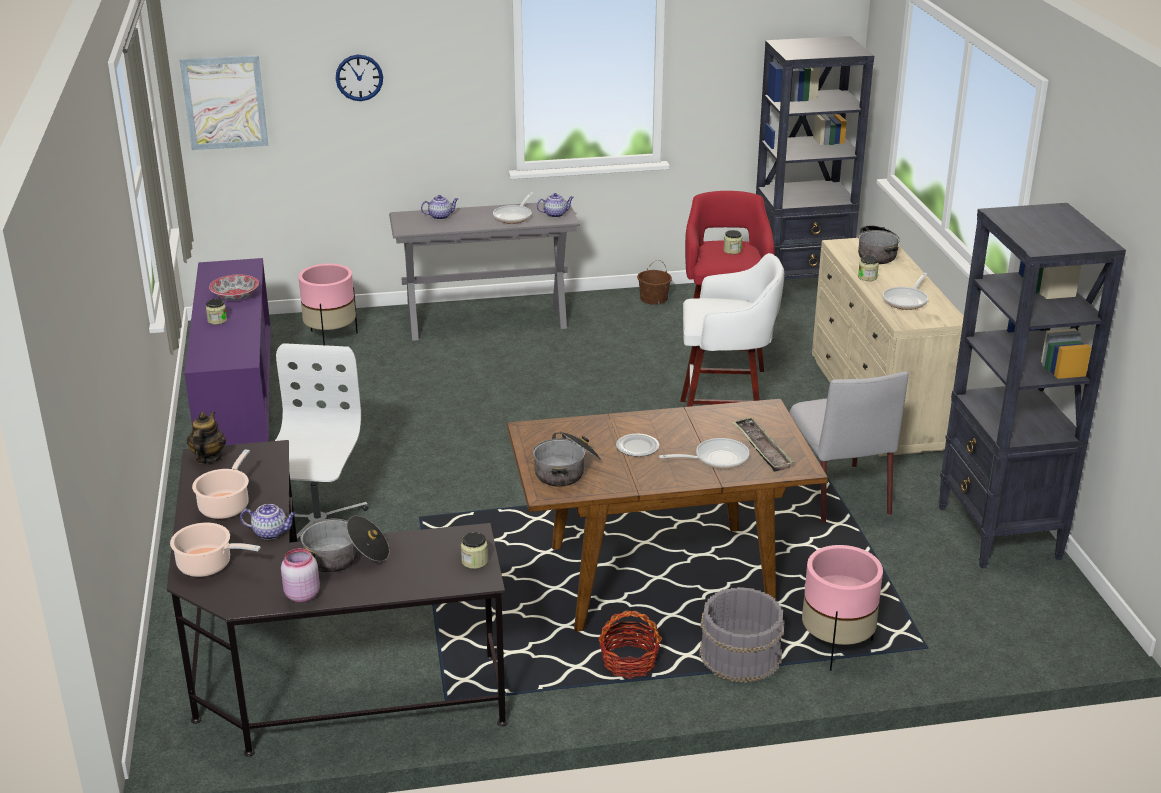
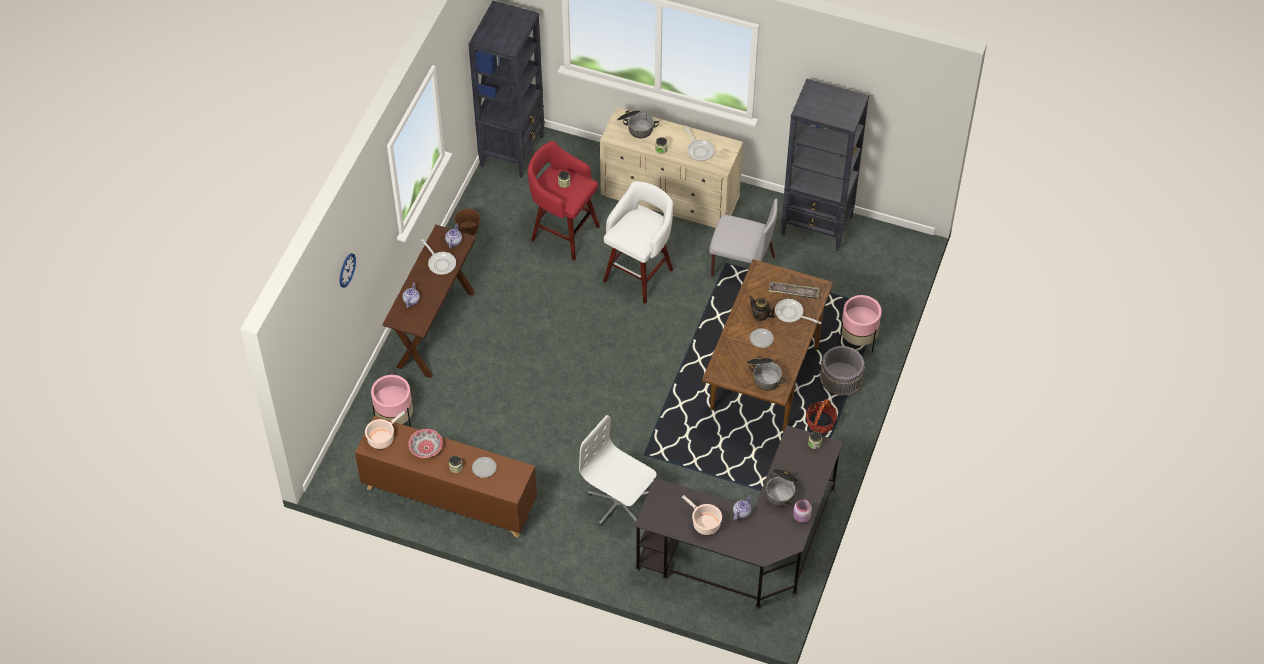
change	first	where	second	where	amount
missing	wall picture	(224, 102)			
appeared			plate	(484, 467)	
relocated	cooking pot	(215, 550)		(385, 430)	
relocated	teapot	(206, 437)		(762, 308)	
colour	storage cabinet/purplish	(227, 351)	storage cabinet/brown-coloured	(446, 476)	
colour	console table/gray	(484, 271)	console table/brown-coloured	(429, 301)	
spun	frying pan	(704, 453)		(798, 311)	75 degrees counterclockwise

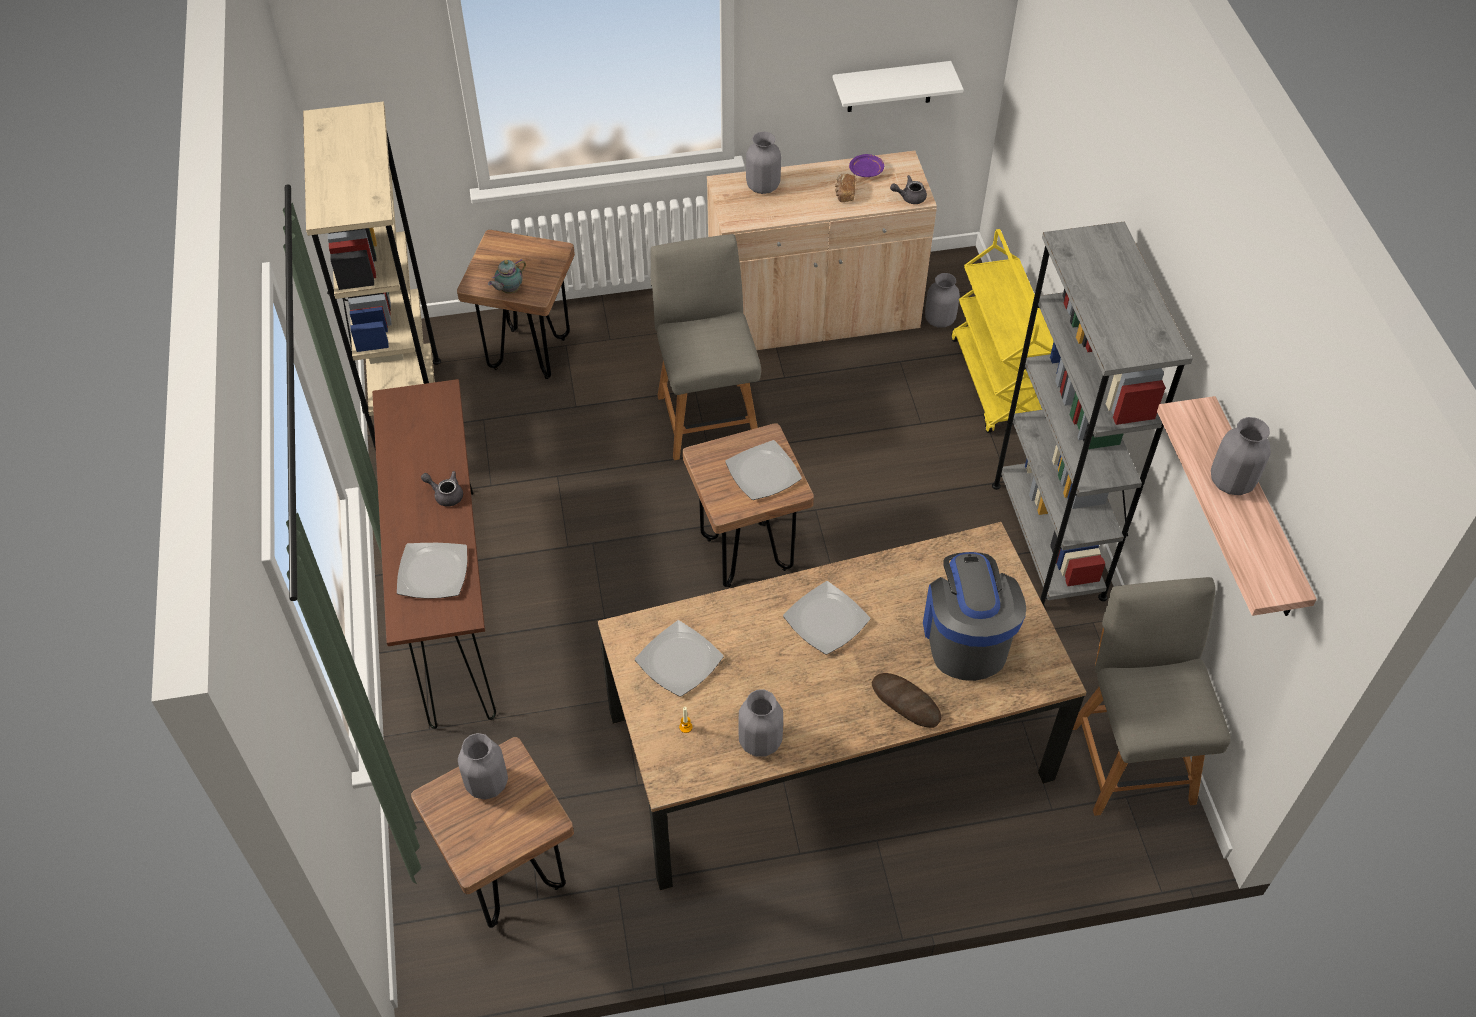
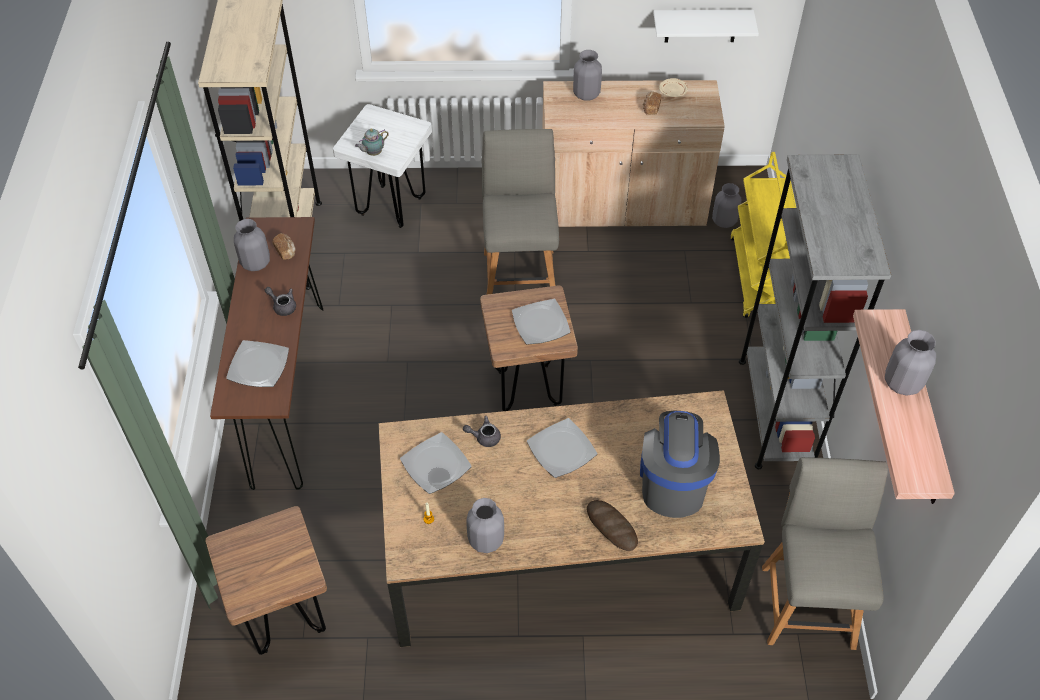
change	first	where	second	where	amount
appeared			baked bread	(284, 246)	
relocated	vase/gray	(483, 766)		(252, 245)	
relocated	teapot/gray	(908, 189)		(482, 431)	
colour	stool seat/brown-coloured	(516, 304)	stool seat/white	(382, 166)	
colour	plate/purplish	(866, 165)	plate/sand-coloured	(673, 87)	

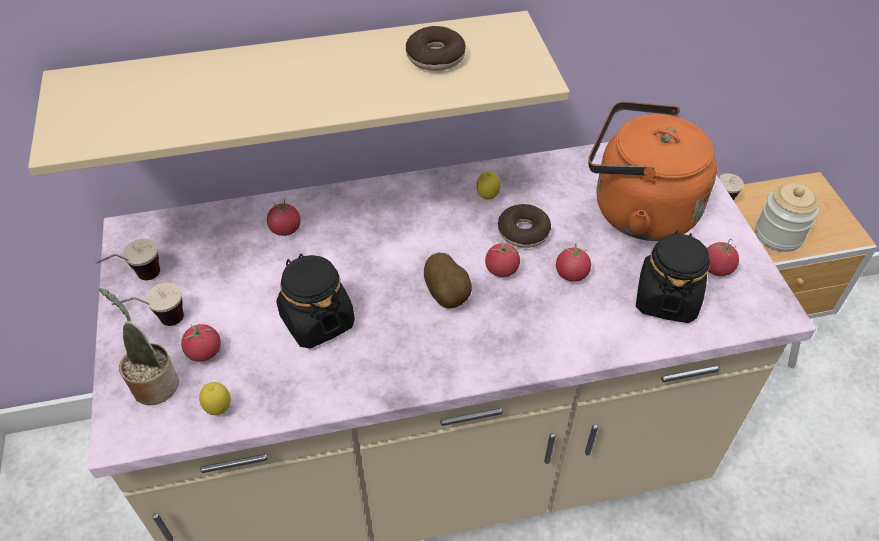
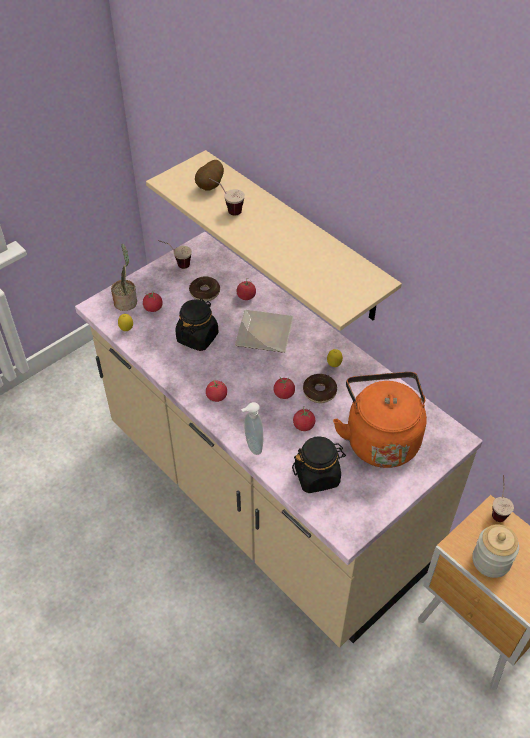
change	first	where	second	where	amount
appeared			plate	(264, 331)	
appeared			soap bottle	(252, 428)	
relocated	small cup	(148, 304)		(227, 196)	
relocated	doughnut	(436, 48)		(204, 289)	
relocated	potato	(448, 281)		(209, 175)	
relocated	whole tomato	(723, 257)		(216, 391)	

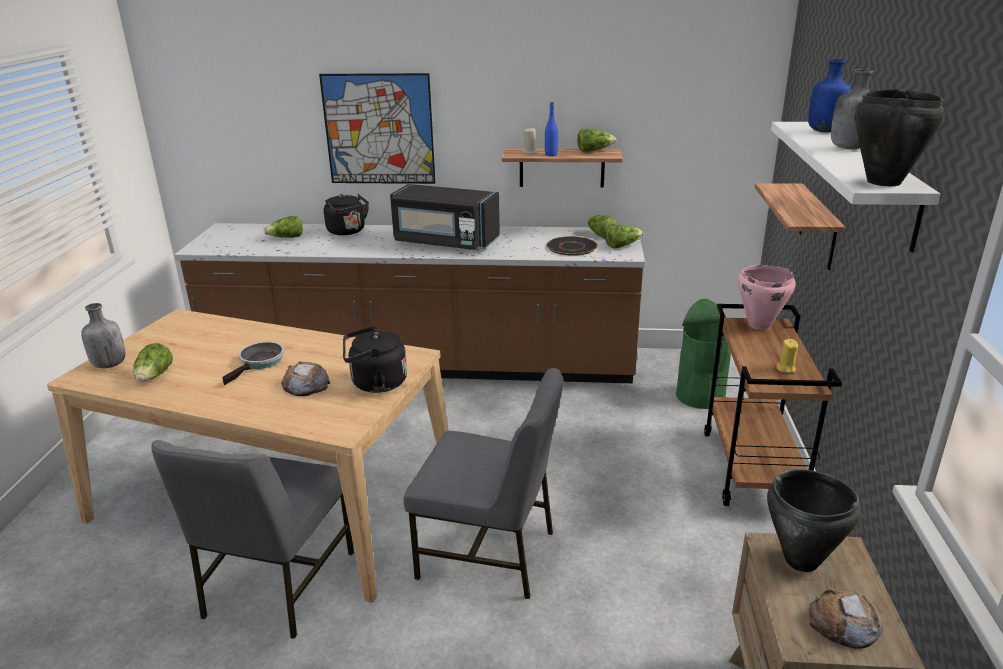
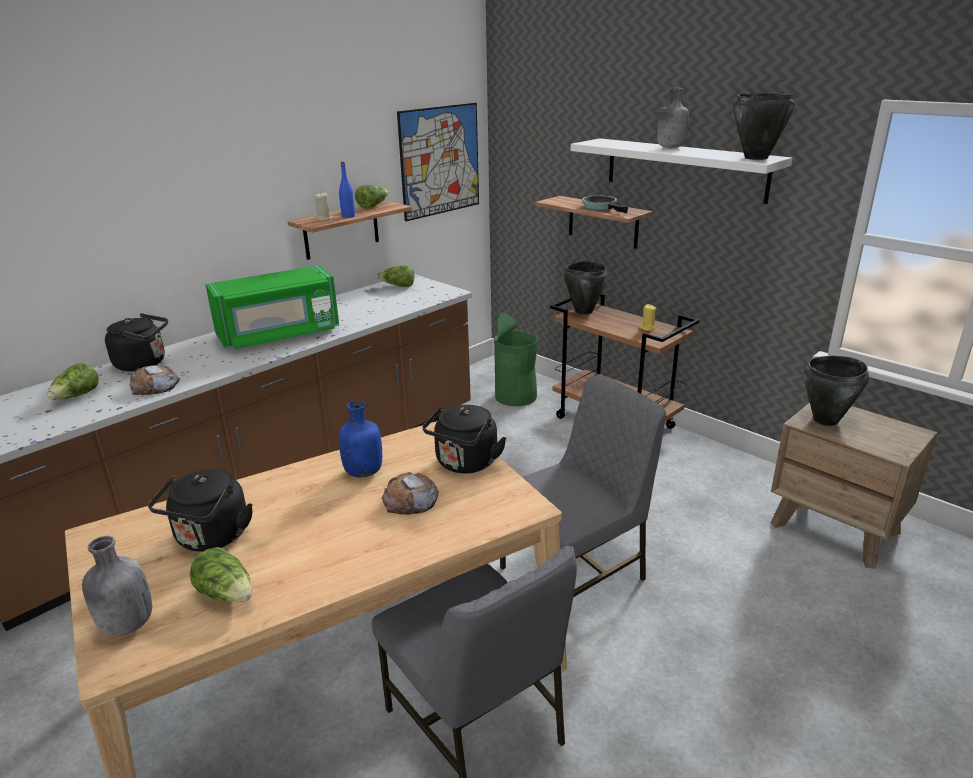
change	first	where	second	where	amount
missing	plate/blackish	(572, 246)			
missing	head of lettuce	(624, 236)			
appeared			kettle/blackish	(200, 510)	
relocated	frying pan	(253, 363)		(605, 204)	
relocated	wall picture	(377, 128)		(438, 162)	
relocated	drink bottle/blue	(829, 96)		(360, 439)	
relocated	baked bread	(846, 619)		(155, 380)	
colour	microwave/blackish	(445, 217)	microwave/green	(272, 307)	
colour	cooking pot/pink-coloured	(767, 297)	cooking pot/blackish	(586, 287)	

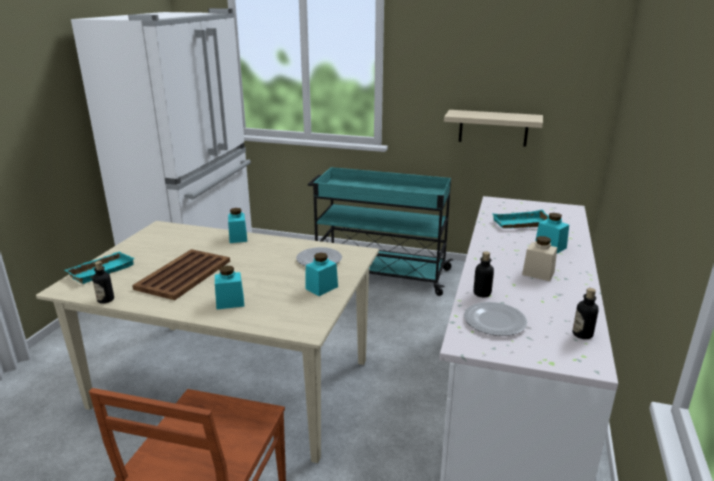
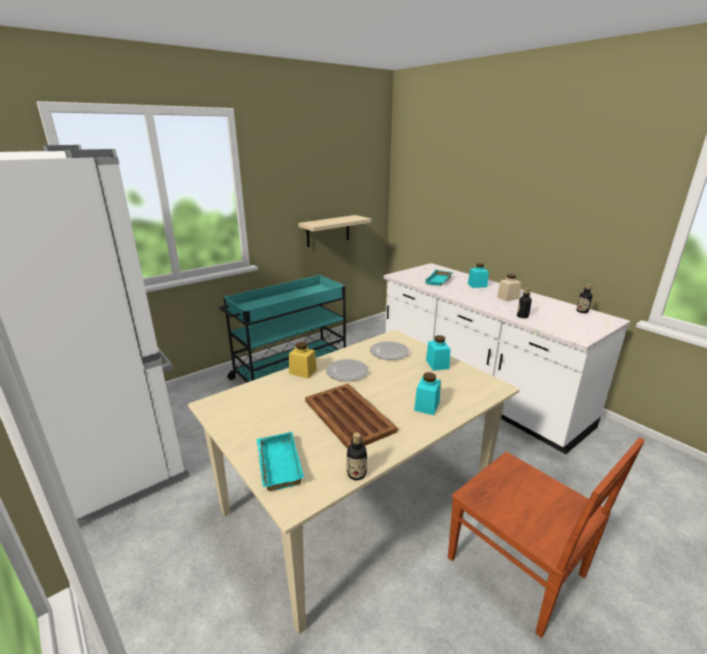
change	first	where	second	where	amount
relocated	plate	(495, 319)		(347, 370)	
colour	jar/turquoise-coloured	(237, 225)	jar/yellow-coloured	(303, 360)	

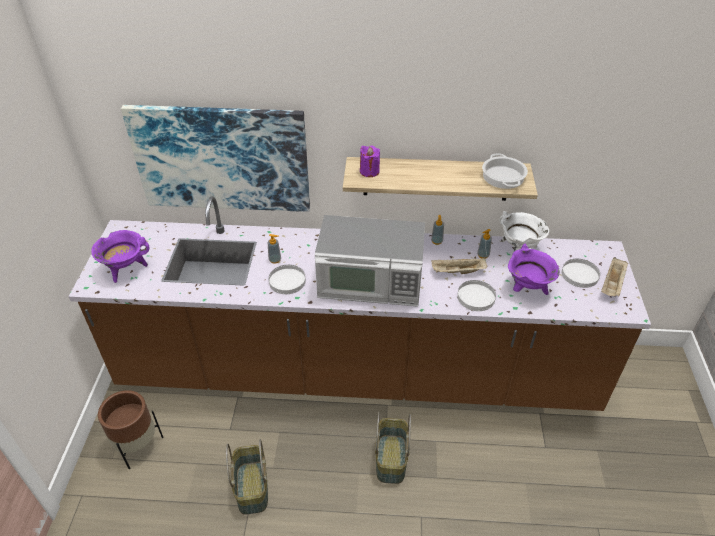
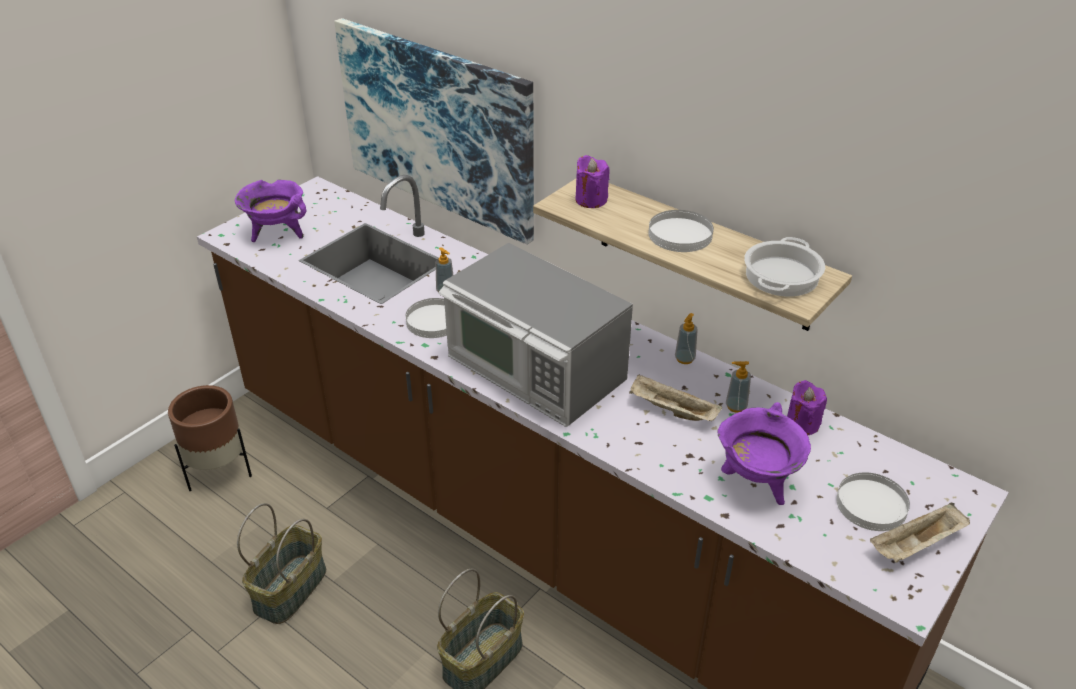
change	first	where	second	where	amount
relocated	plate/white	(476, 295)		(680, 231)	
exchanged	cooking pot/white	(524, 231)	wax light/purplish	(807, 407)	

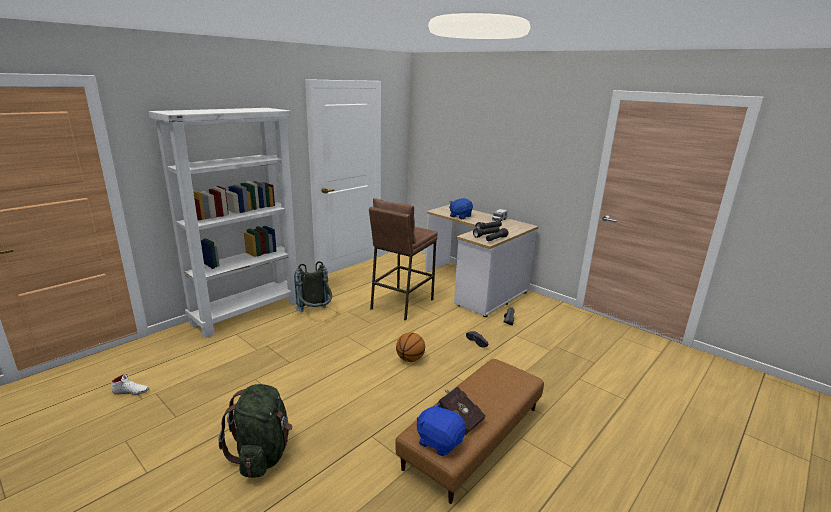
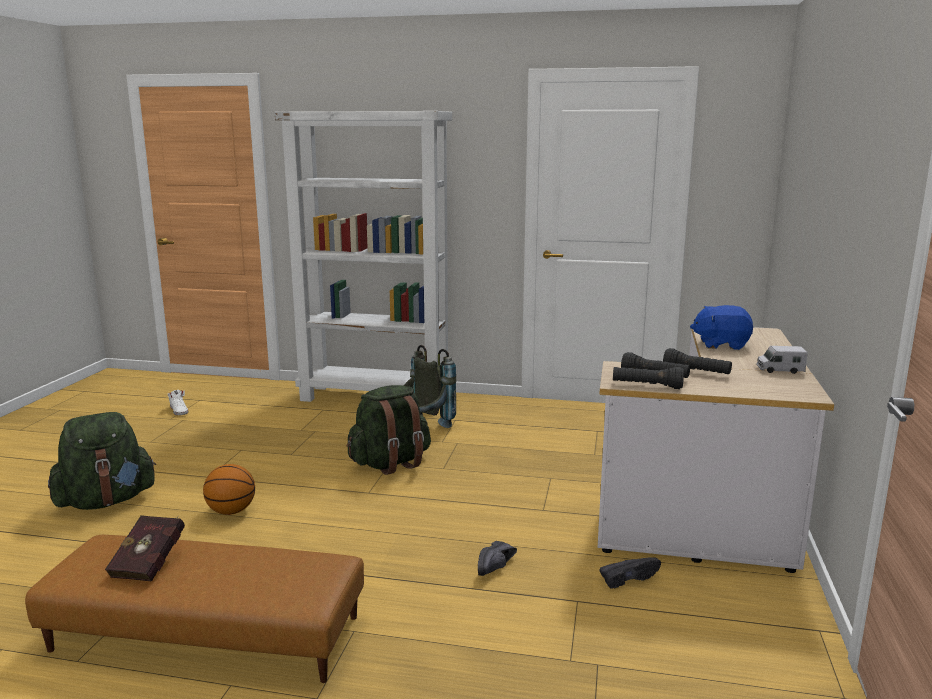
change	first	where	second	where	amount
missing	stool seat/brown-coloured	(403, 259)			
missing	cuddly toy/blue	(441, 429)			
appeared			backpack/green	(389, 430)	
relocated	basketball	(410, 347)		(229, 489)	

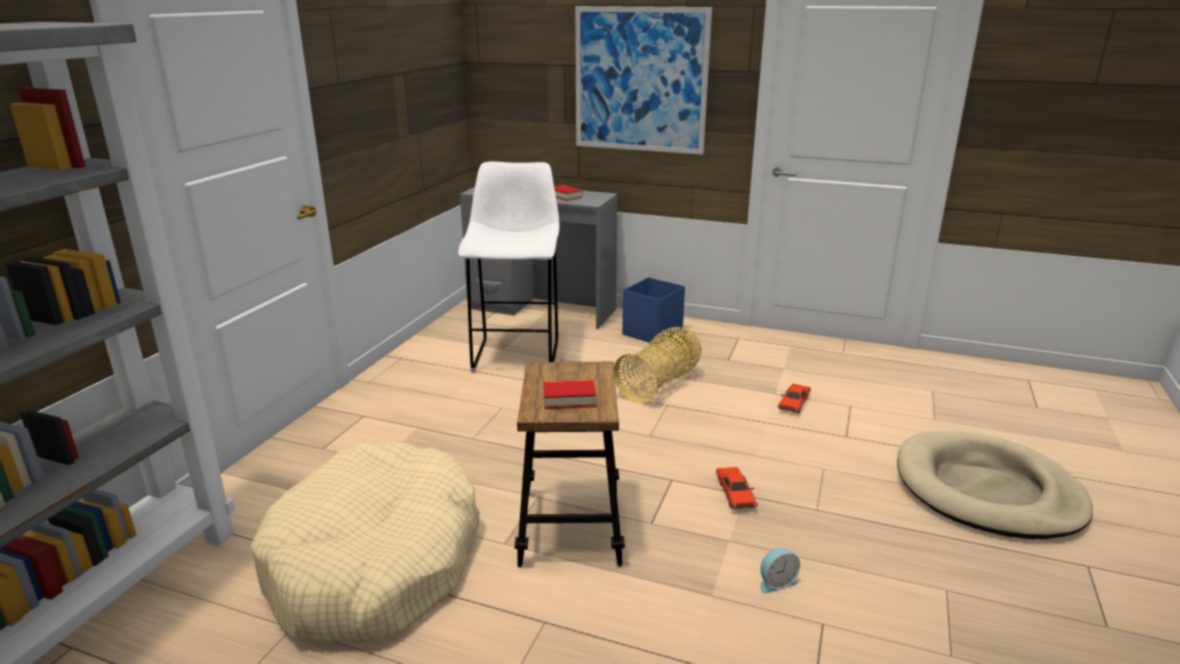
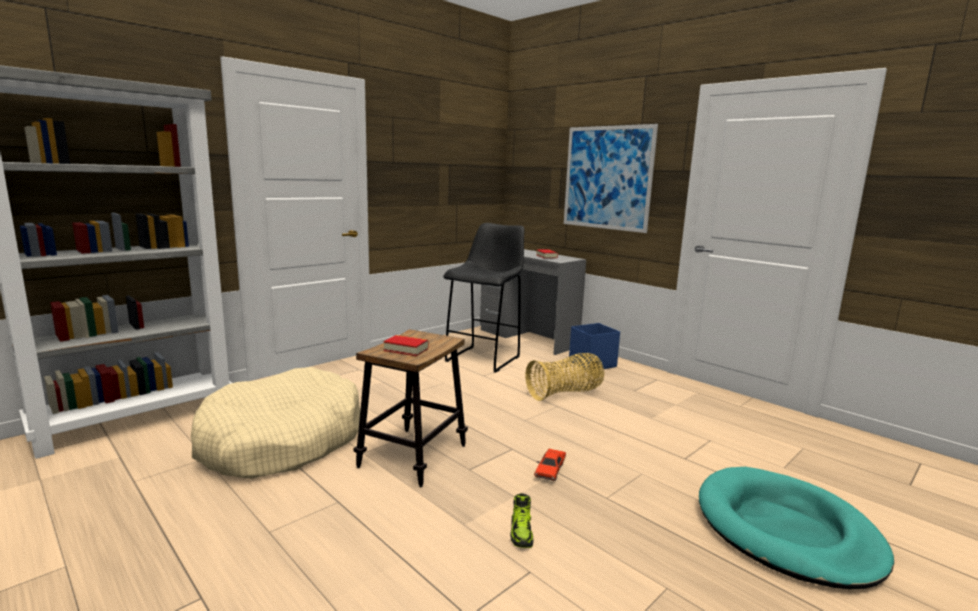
change	first	where	second	where	amount
missing	miniature car/red-coloured	(794, 398)			
exchanged	table clock	(780, 571)	item of footwear	(521, 520)	
colour	stool seat/white	(509, 266)	stool seat/blackish	(483, 297)	
colour	dog cushion/sand-coloured	(995, 485)	dog cushion/turquoise-coloured	(796, 528)	

